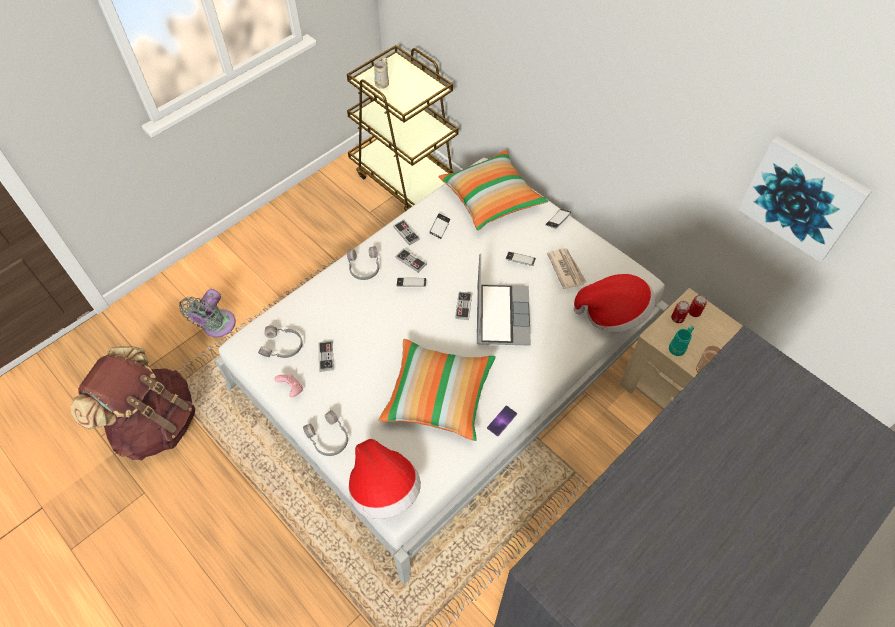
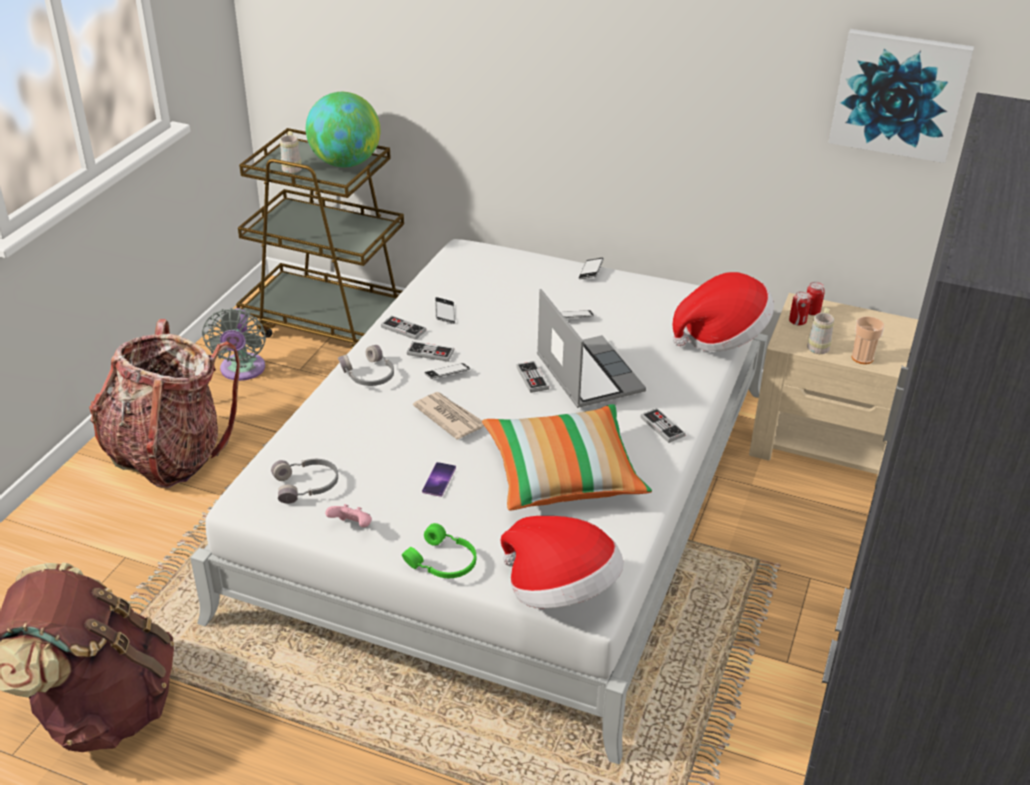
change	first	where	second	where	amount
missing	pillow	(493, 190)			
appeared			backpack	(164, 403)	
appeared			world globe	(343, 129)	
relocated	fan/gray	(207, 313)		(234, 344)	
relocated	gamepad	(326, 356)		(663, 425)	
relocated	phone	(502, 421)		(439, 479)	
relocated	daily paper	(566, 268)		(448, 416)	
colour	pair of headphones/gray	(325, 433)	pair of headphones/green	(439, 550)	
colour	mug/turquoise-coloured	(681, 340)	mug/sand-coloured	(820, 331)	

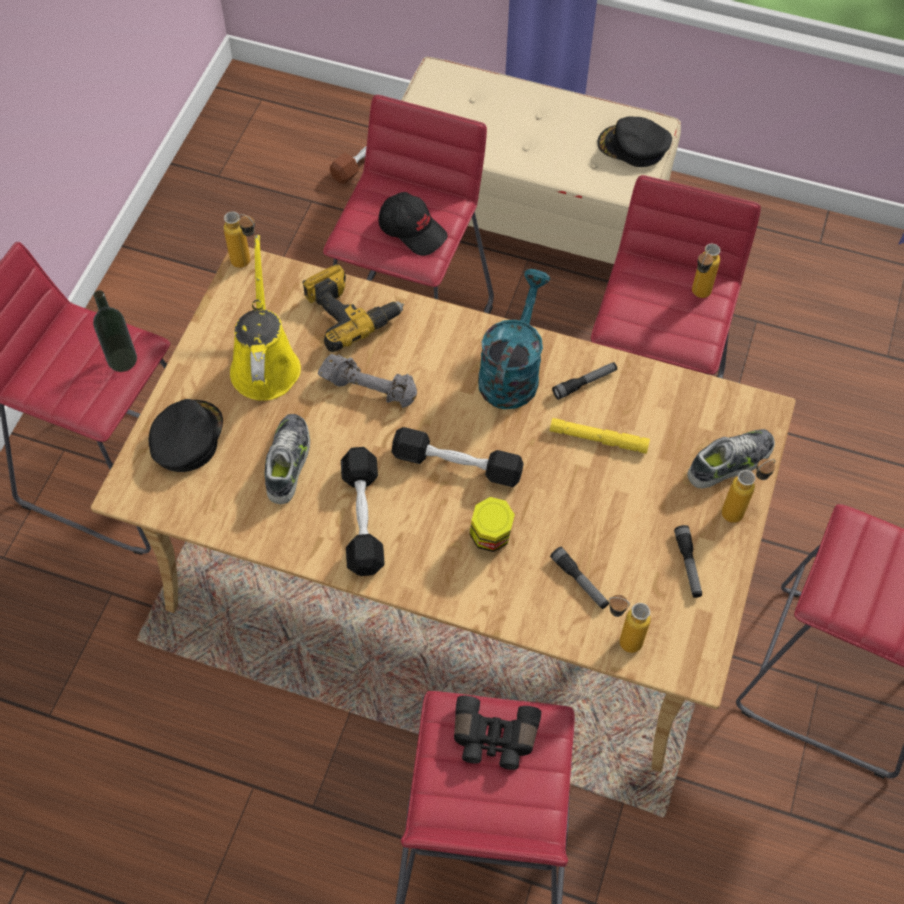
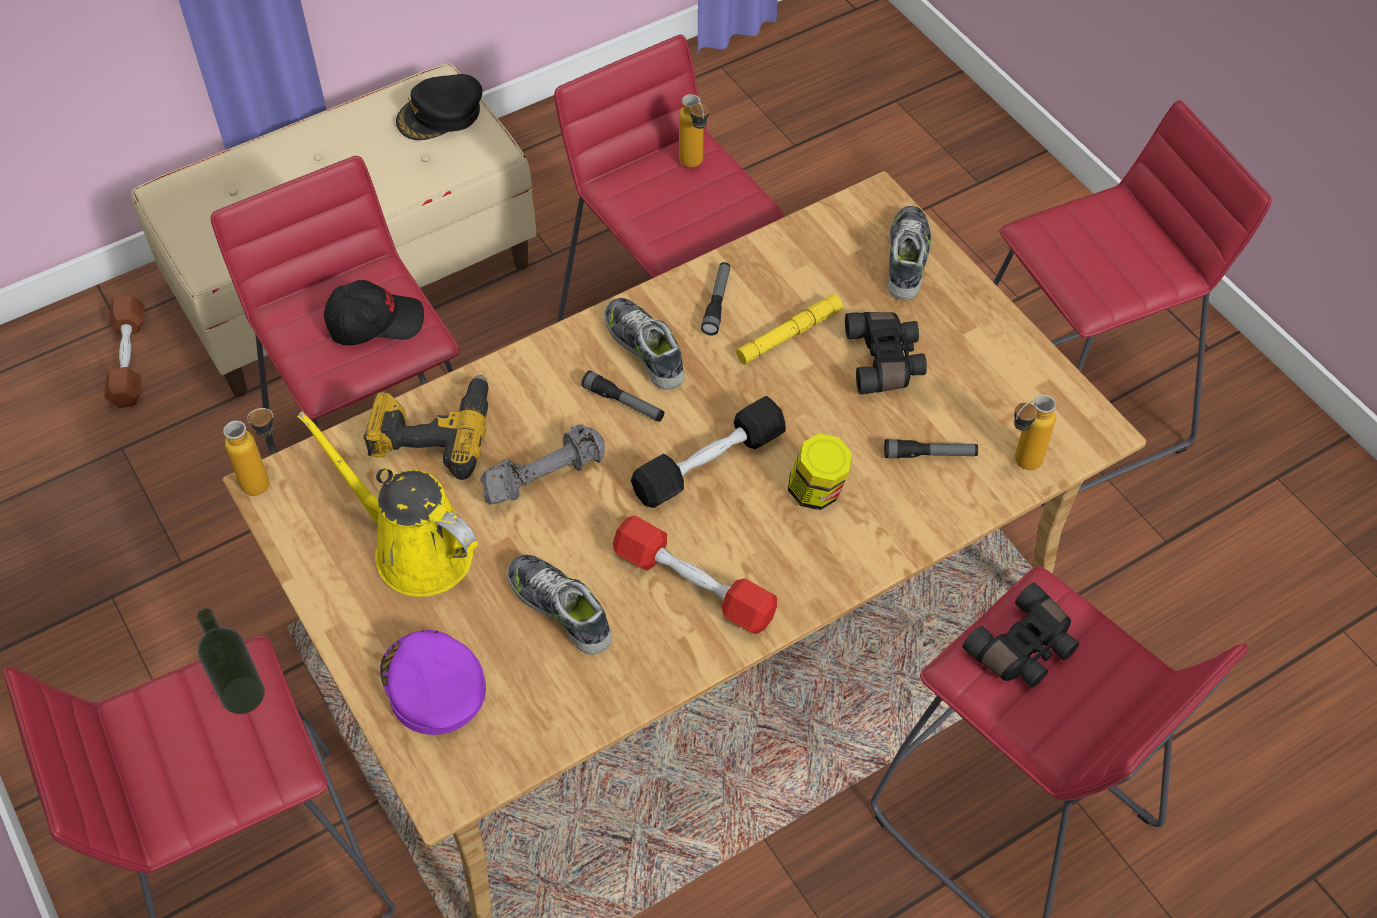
change	first	where	second	where	amount
missing	drink bottle	(748, 491)			
appeared			pair of binoculars/blackish	(886, 353)	
relocated	torch	(688, 561)		(623, 396)	
exchanged	sprinkling can/turquoise-coloured	(514, 339)	item of footwear	(644, 344)	
colour	cap/blackish	(185, 435)	cap/purplish	(433, 682)	
colour	hand weight/blackish	(363, 511)	hand weight/red-coloured	(695, 575)	

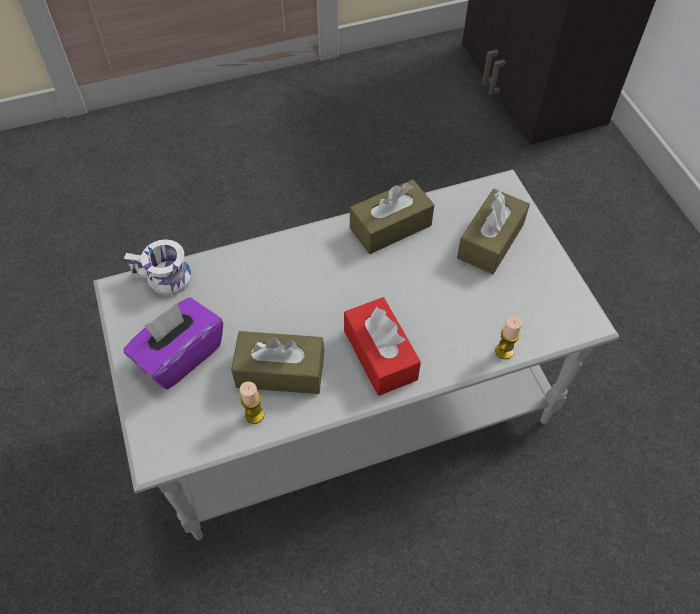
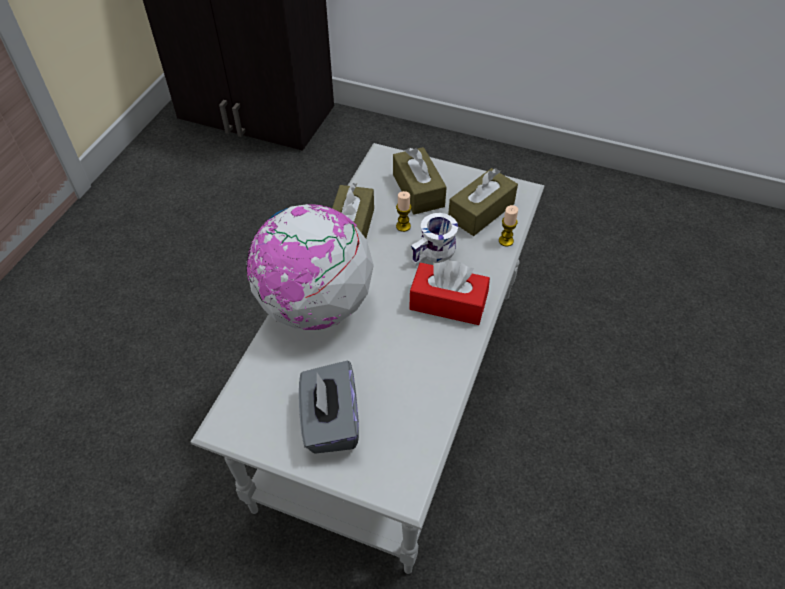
change	first	where	second	where	amount
appeared			world globe	(310, 267)	
relocated	mug/white	(157, 267)		(434, 240)	
relocated	tissue box/brown-coloured	(277, 362)		(483, 202)	
relocated	wax light	(252, 403)		(403, 211)	
colour	tissue box/purplish	(173, 343)	tissue box/gray	(329, 407)	

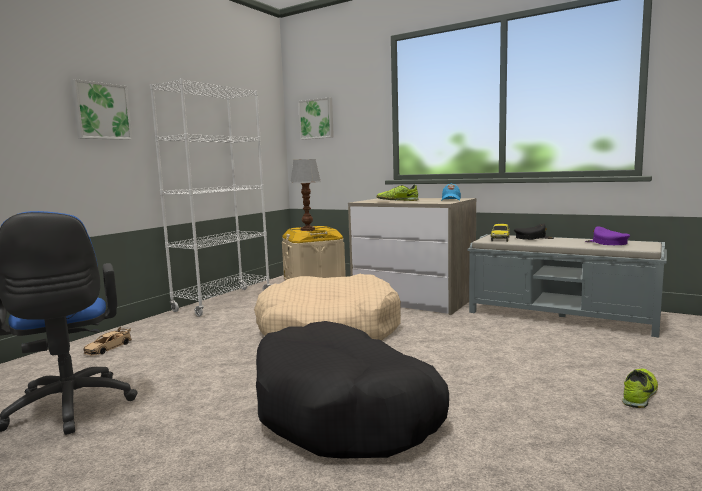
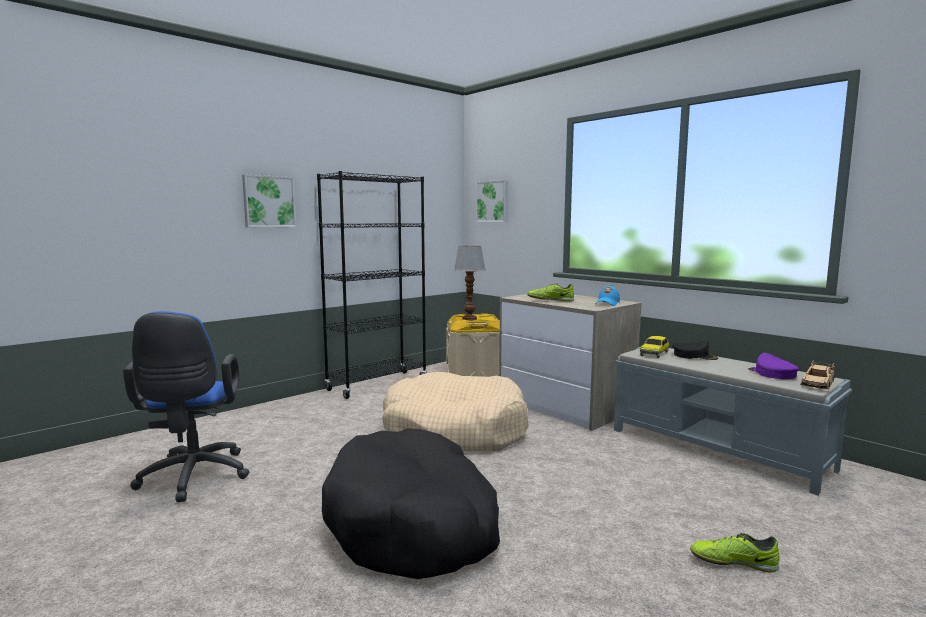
change	first	where	second	where	amount
relocated	miniature car/sand-coloured	(108, 341)		(817, 375)	
colour	bookcase/white	(210, 197)	bookcase/blackish	(372, 285)	
spun	item of footwear	(640, 388)		(735, 553)	135 degrees counterclockwise

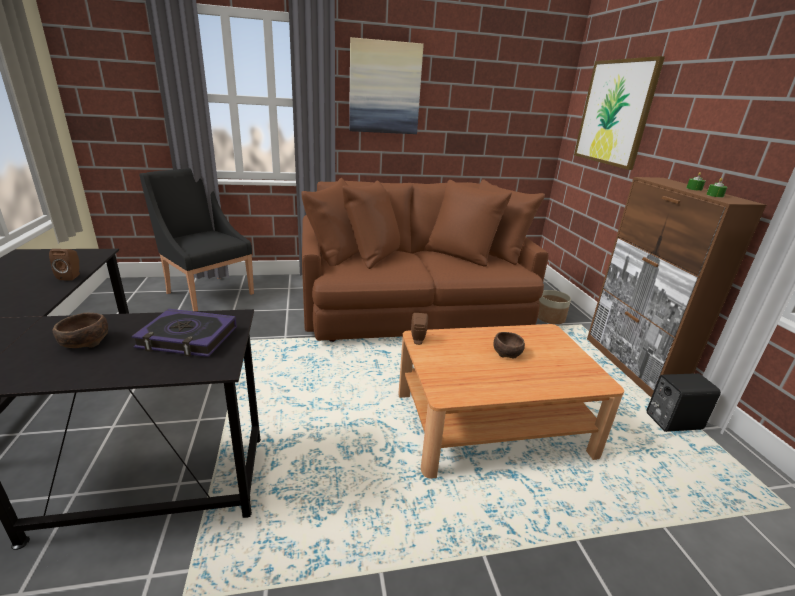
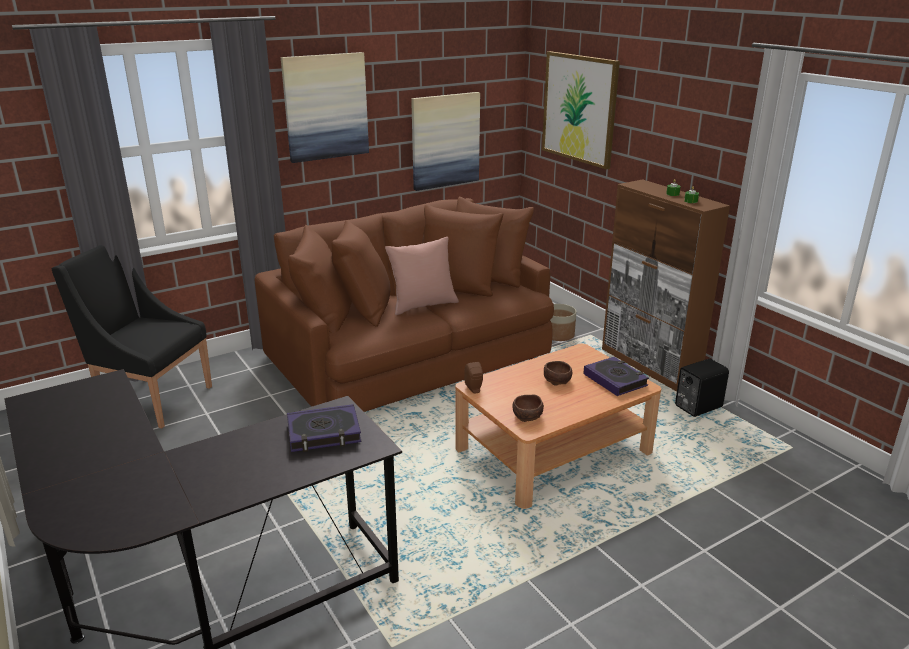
change	first	where	second	where	amount
missing	loudspeaker/brown-coloured	(64, 265)			
appeared			pillow/pink-coloured	(422, 276)	
appeared			wall picture	(445, 141)	
appeared			book	(616, 376)	
relocated	deep dish/brown-coloured	(80, 330)		(528, 408)	

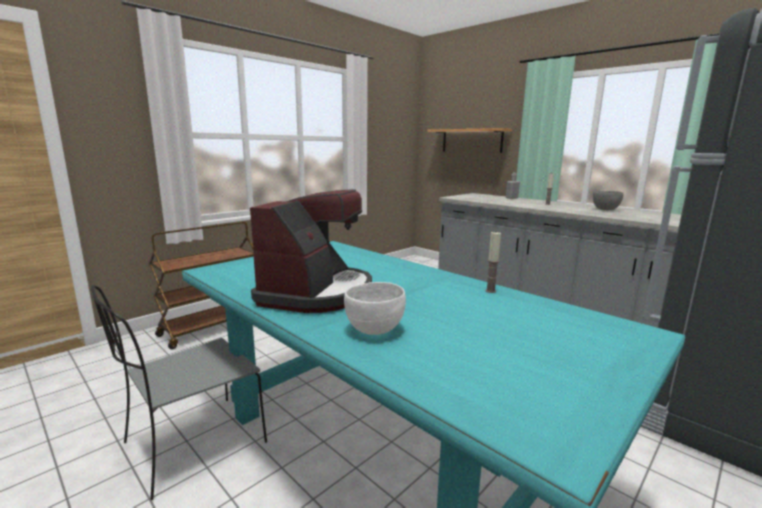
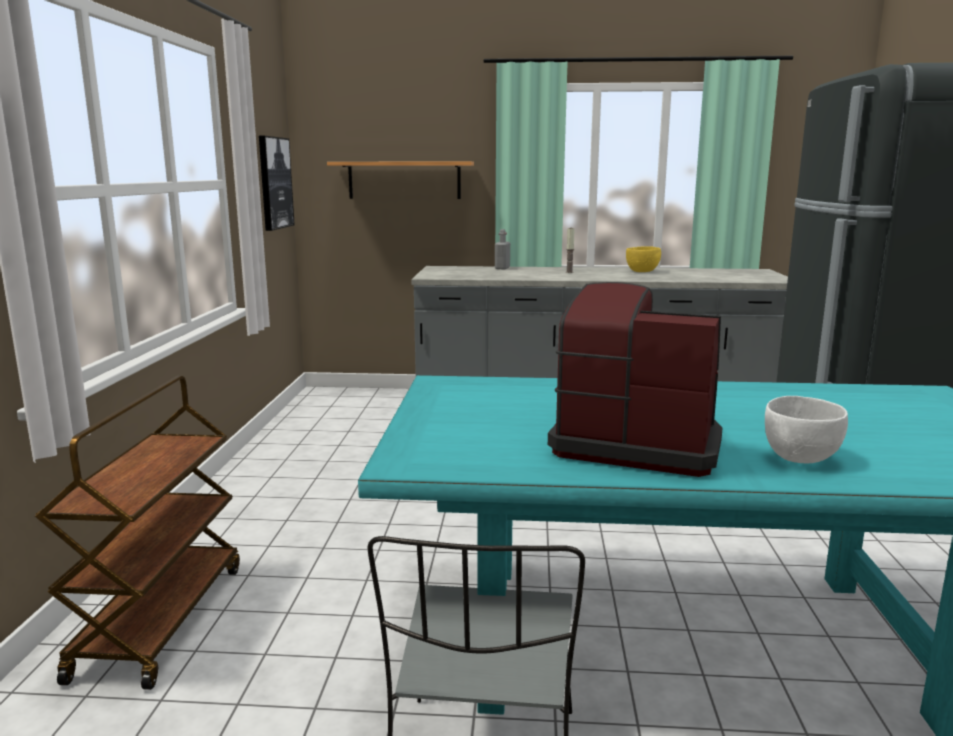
change	first	where	second	where	amount
missing	wax light	(493, 262)			
appeared			wall picture	(277, 183)	
colour	deep dish/gray	(608, 200)	deep dish/yellow-coloured	(643, 259)	
spun	coffee maker	(311, 251)		(635, 379)	45 degrees counterclockwise

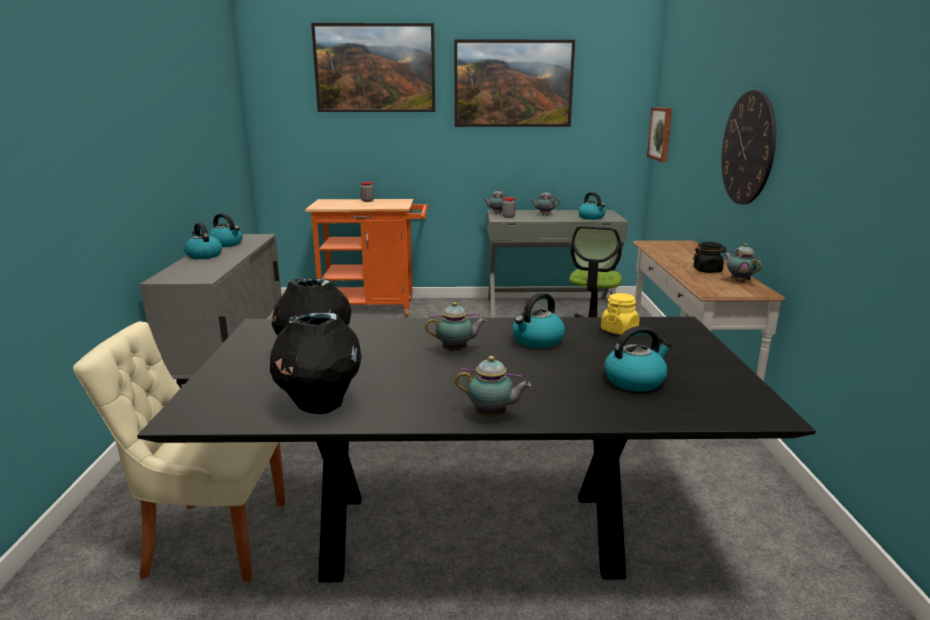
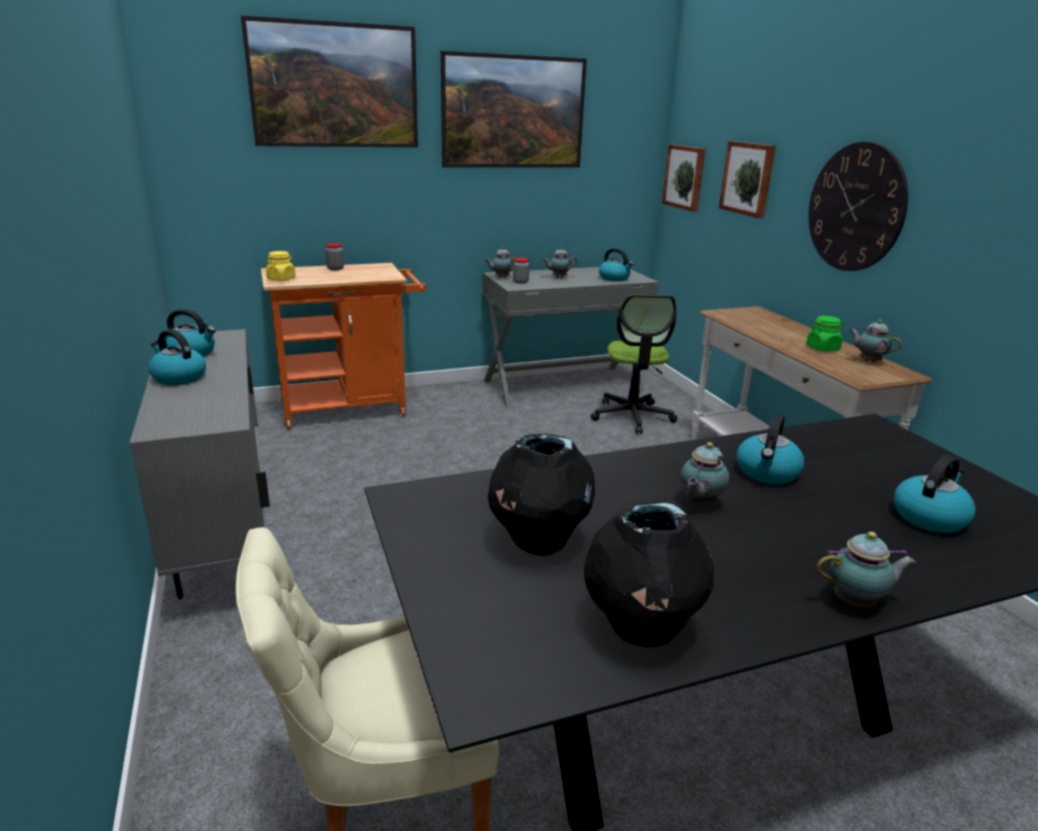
change	first	where	second	where	amount
appeared			wall picture	(747, 179)	
relocated	jar/yellow-coloured	(620, 314)		(281, 266)	
colour	jar/blackish	(710, 257)	jar/green	(825, 333)	
spun	teapot	(455, 327)		(705, 473)	150 degrees clockwise

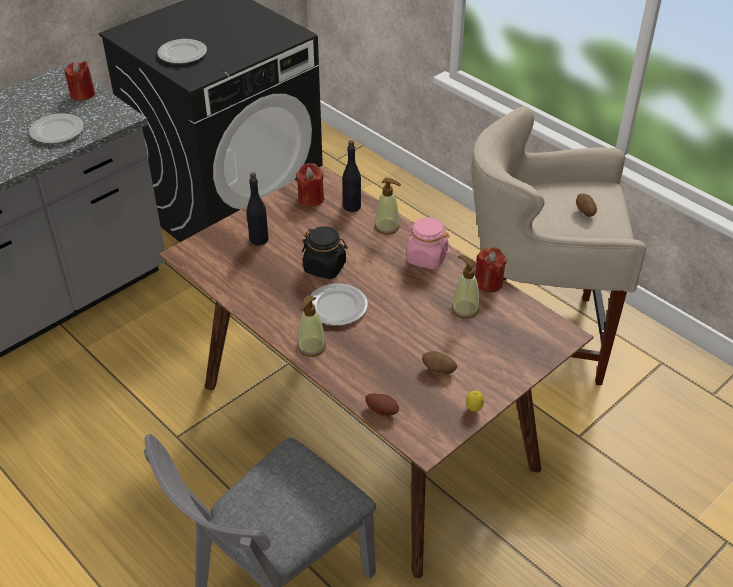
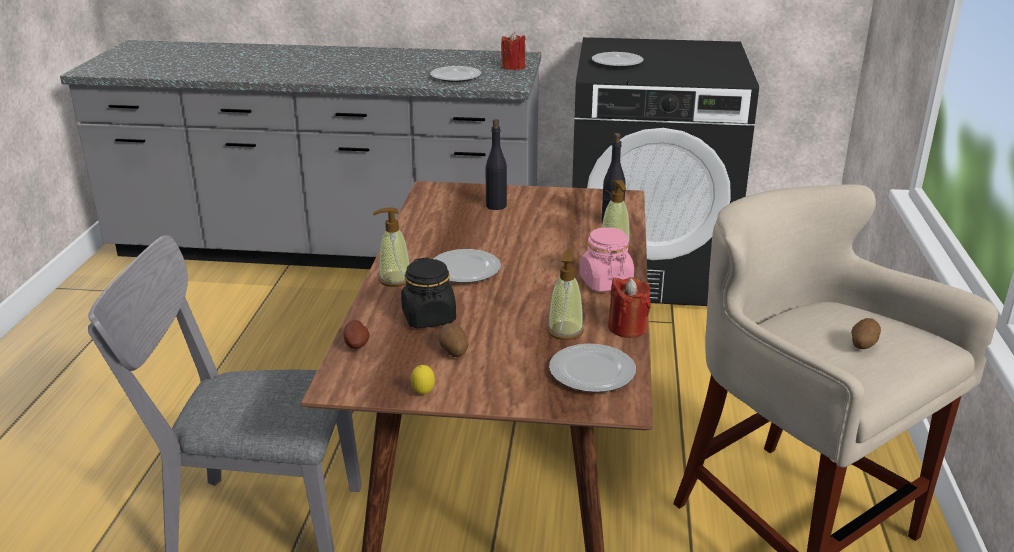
change	first	where	second	where	amount
missing	wax light/red-coloured	(310, 185)			
appeared			plate	(592, 368)	
relocated	jar/blackish	(325, 252)		(428, 292)	

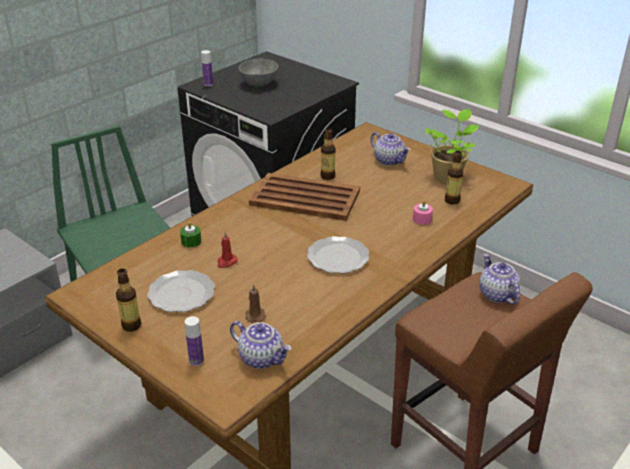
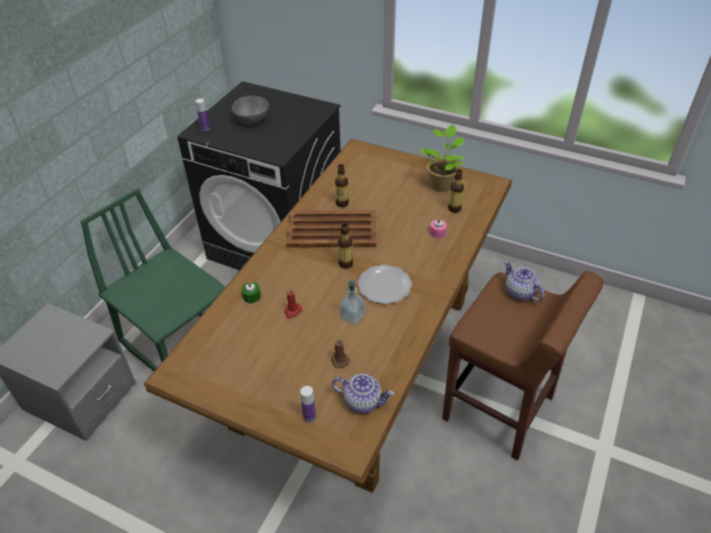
change	first	where	second	where	amount
missing	plate	(181, 291)			
missing	teapot	(390, 149)			
appeared			soap bottle	(352, 303)	
relocated	drink bottle	(128, 300)		(345, 246)	

